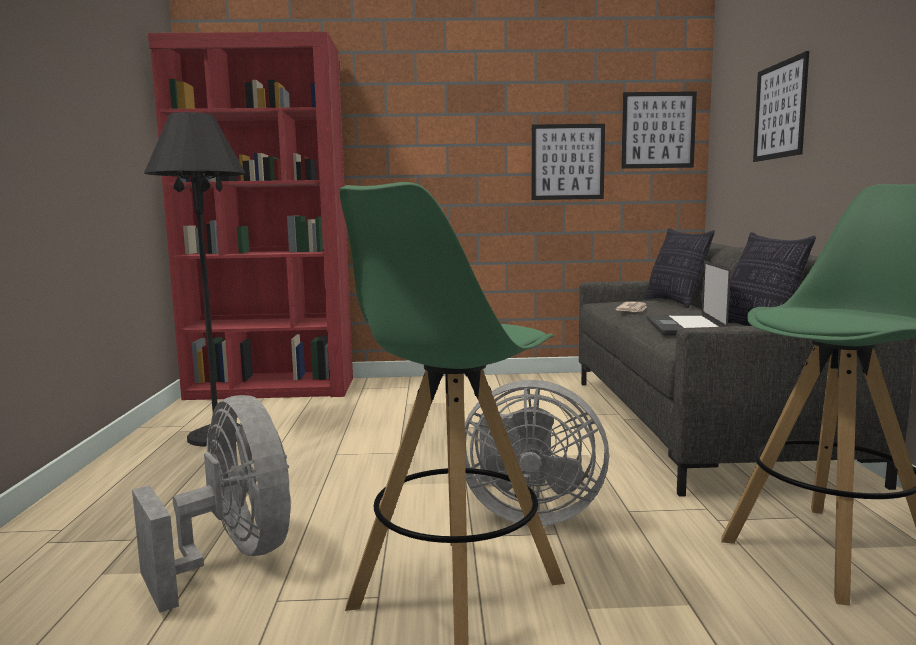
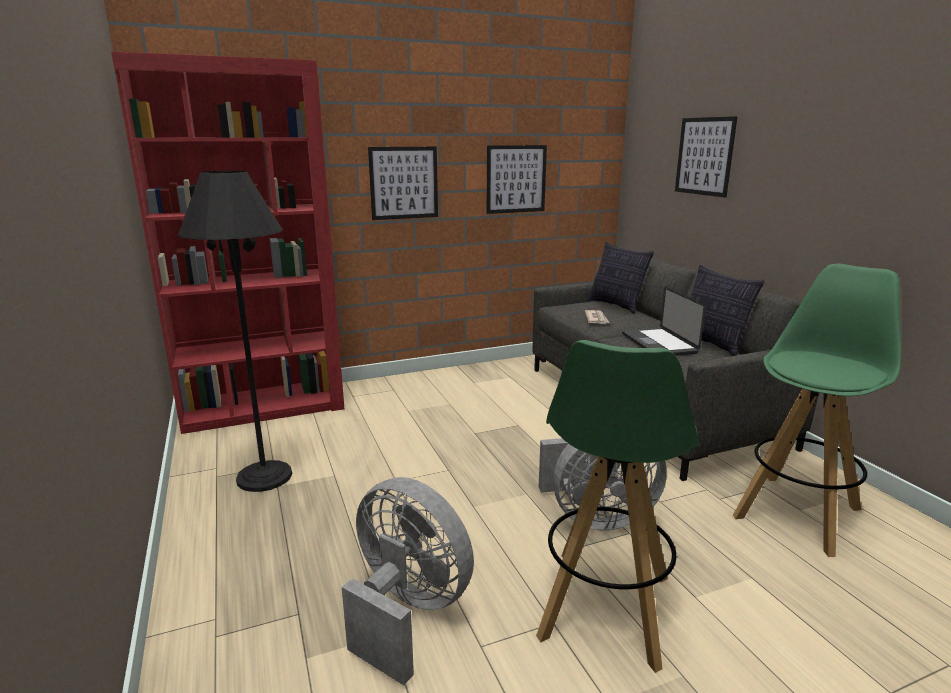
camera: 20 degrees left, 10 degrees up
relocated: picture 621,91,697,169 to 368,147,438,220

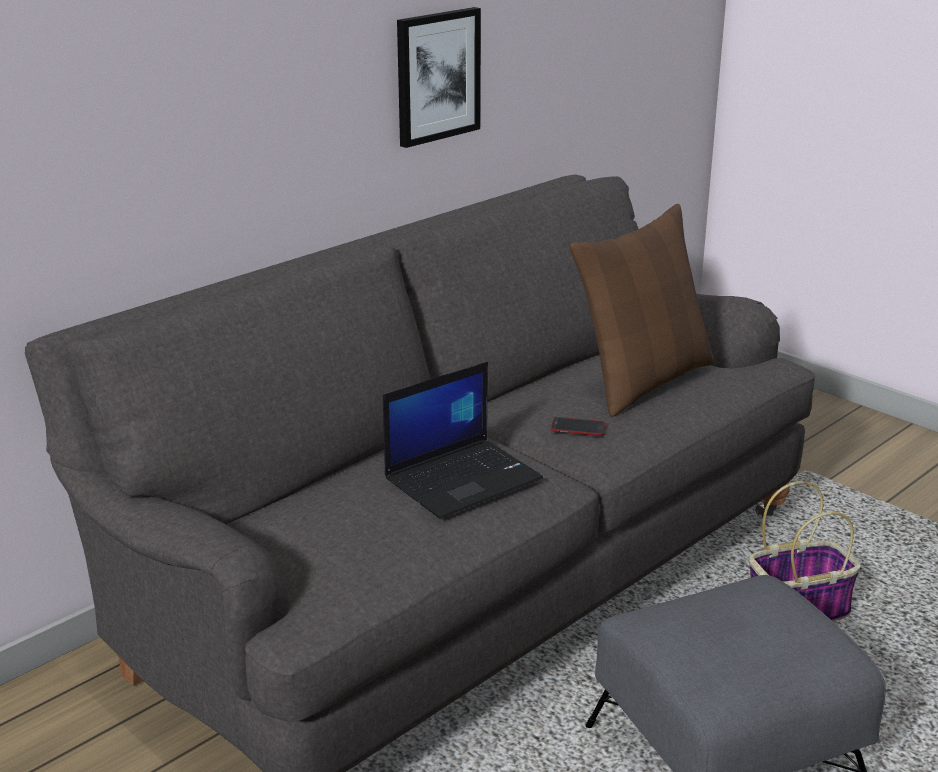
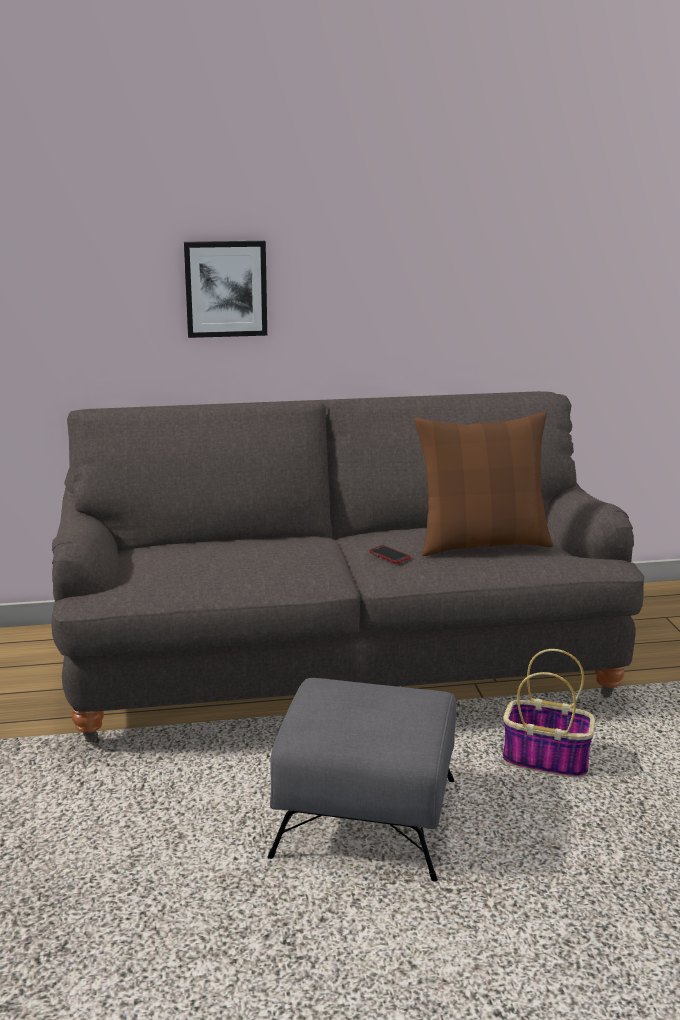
camera: 35 degrees right, 5 degrees down
missing: laptop 383,362,543,519
relocated: picture 397,7,481,148 to 184,241,267,338

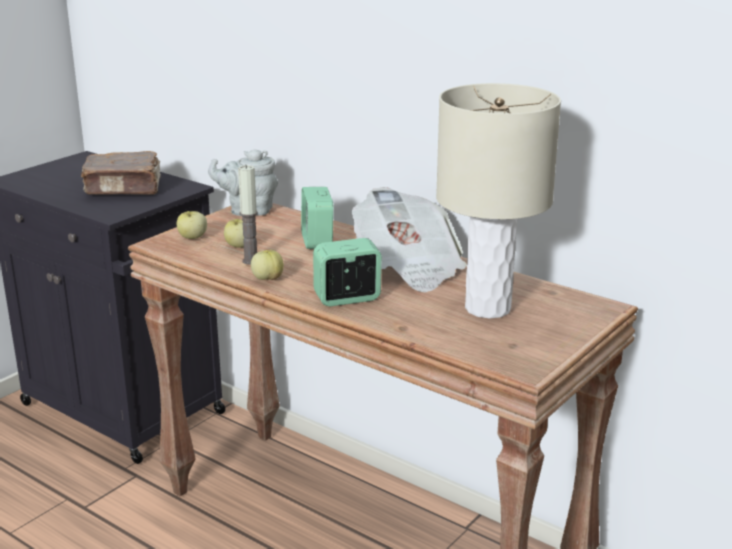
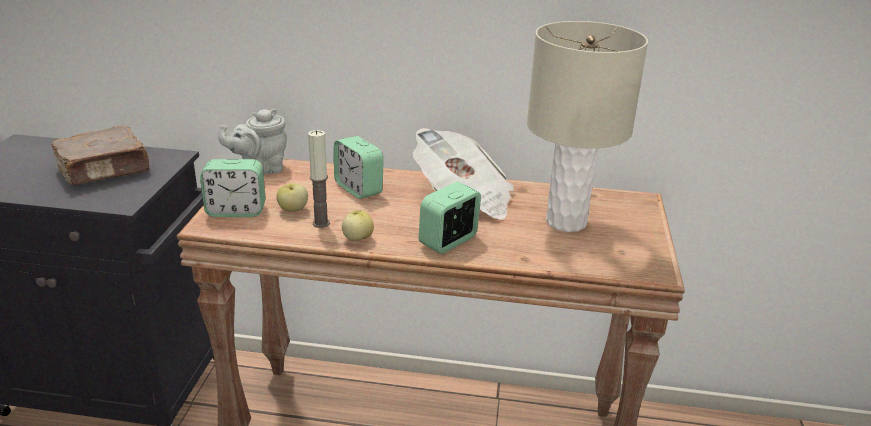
camera: 30 degrees left, 5 degrees up
exchanged: apple 177,211,207,239 to alarm clock 200,159,266,217

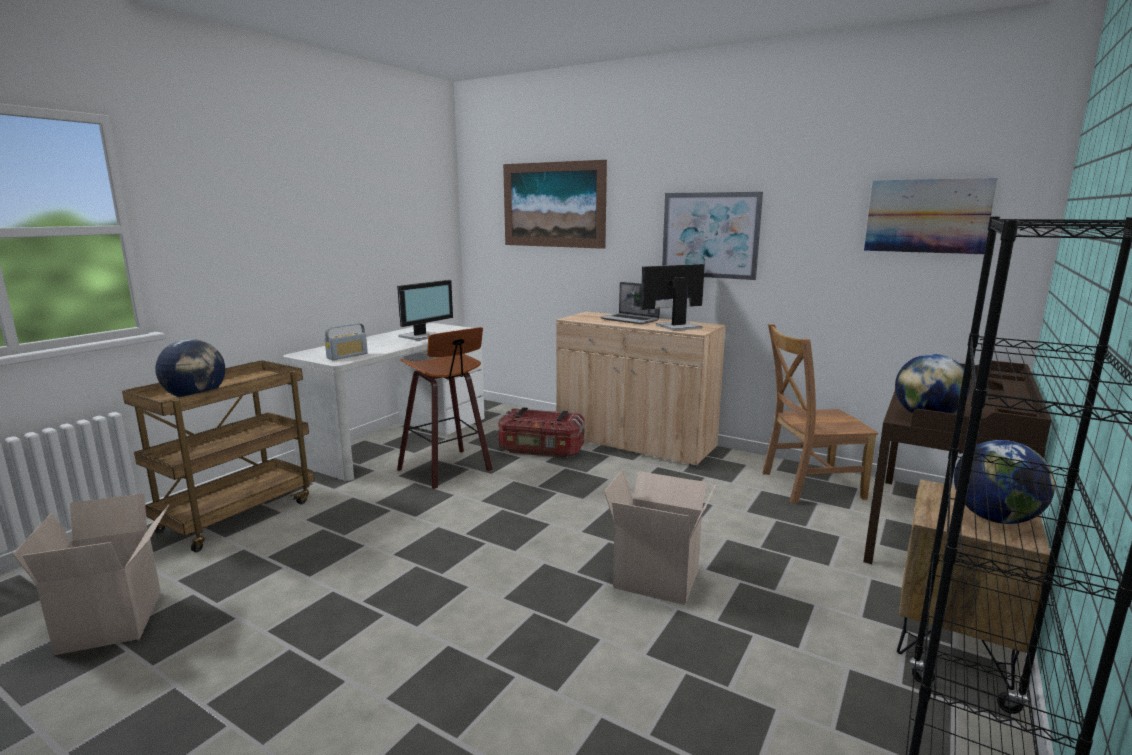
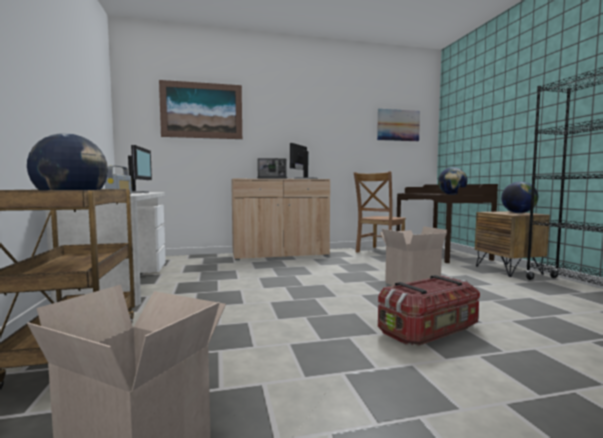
camera: 45 degrees left, 10 degrees down
missing: picture 662,192,763,280; stool 397,327,492,489
relocated: storage box 498,407,584,458 to 378,275,480,346

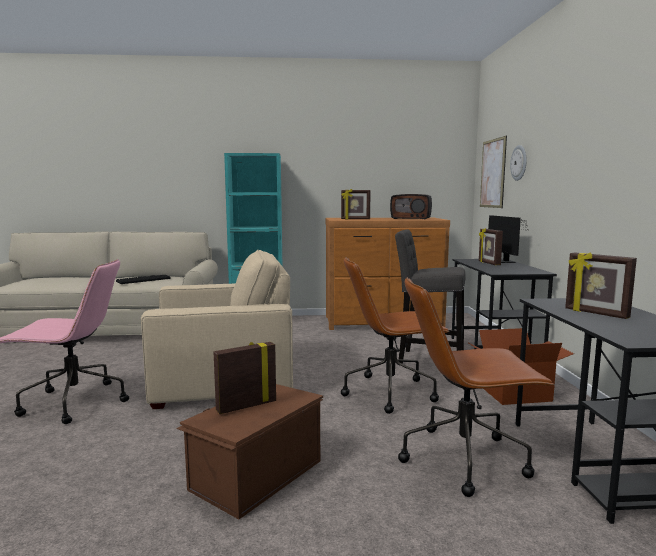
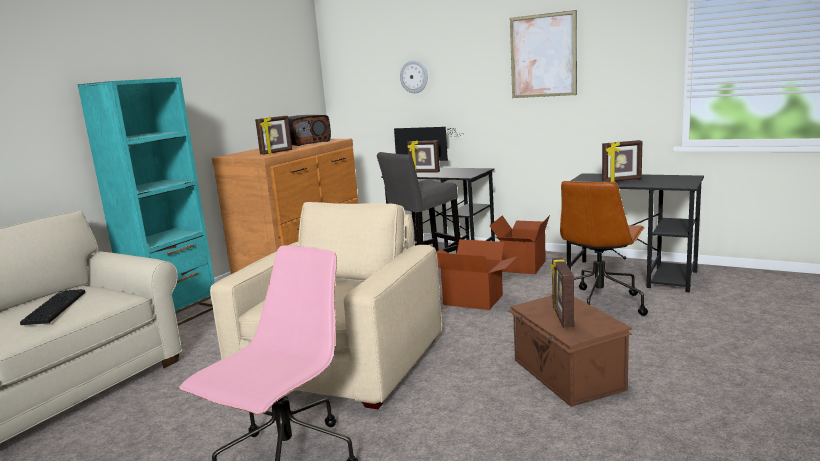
camera: 55 degrees left, 5 degrees up
relocated: picture 480,136,507,208 to 510,10,577,98
exchanged: brown office chair 341,257,450,414 to cardboard box 436,239,518,310

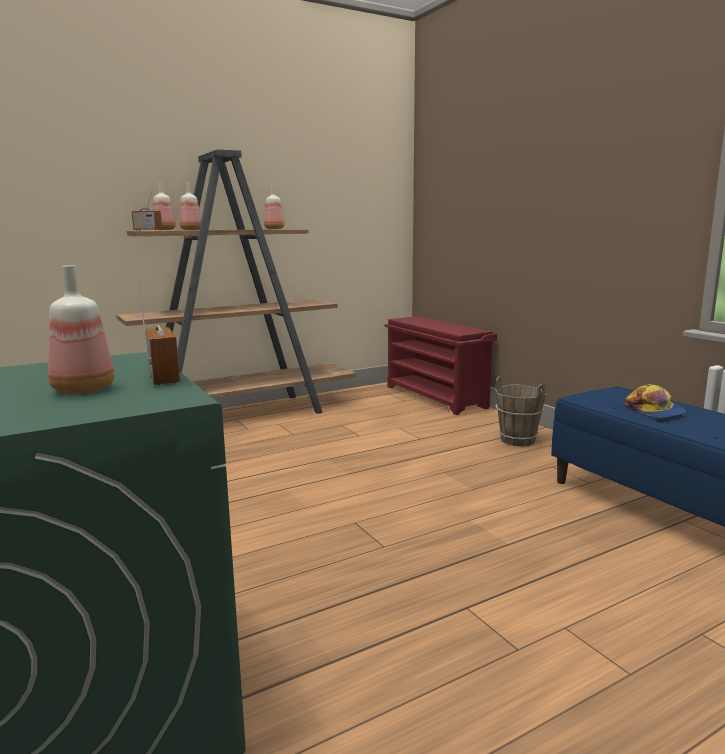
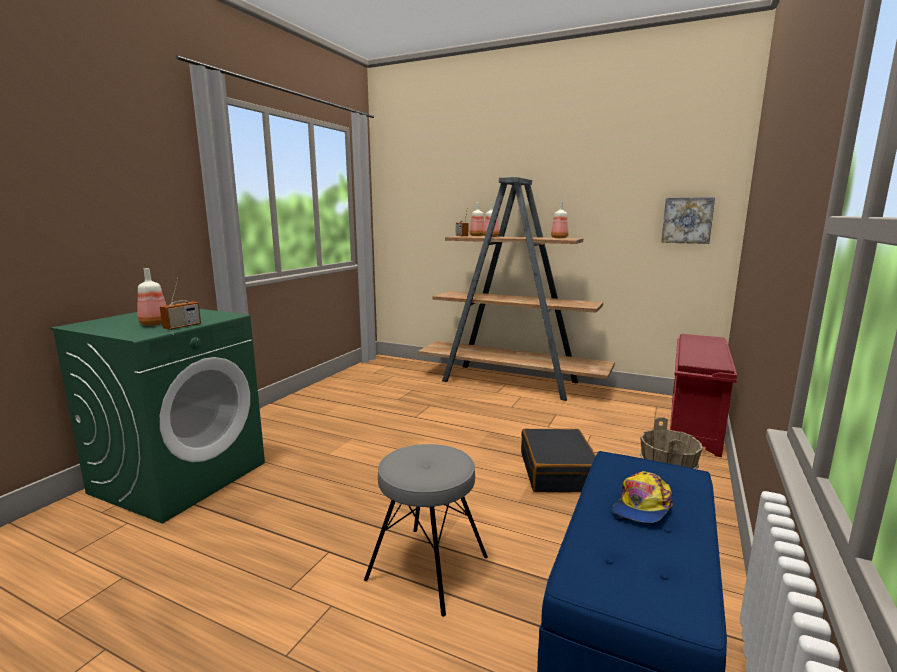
camera: 55 degrees right, 0 degrees up
appeared: picture 661,197,715,244; black suitcase 521,429,596,492; grey stool 364,444,488,617

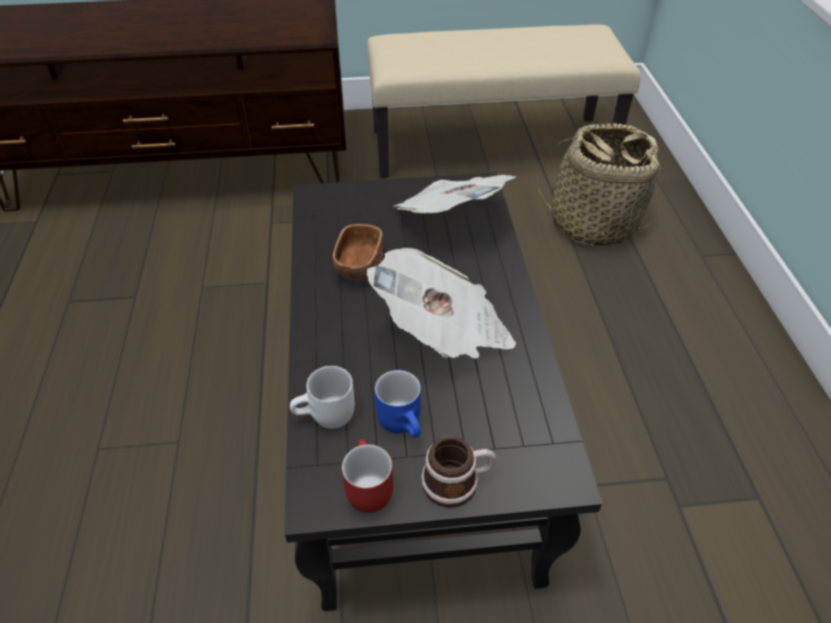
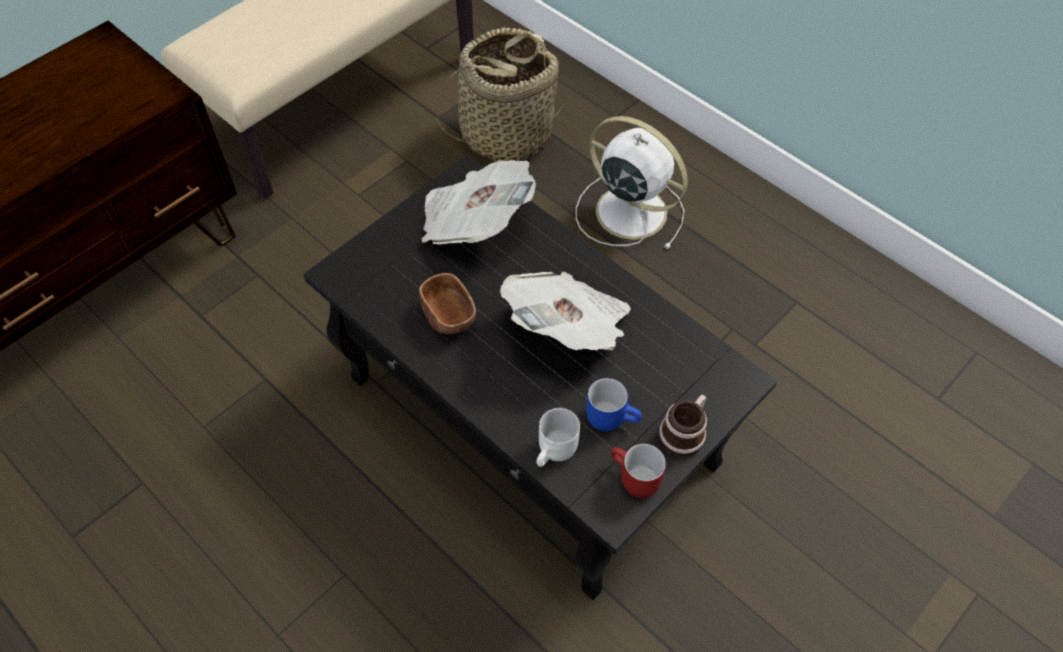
camera: 40 degrees left, 10 degrees up
appeared: white fan 576,116,688,249

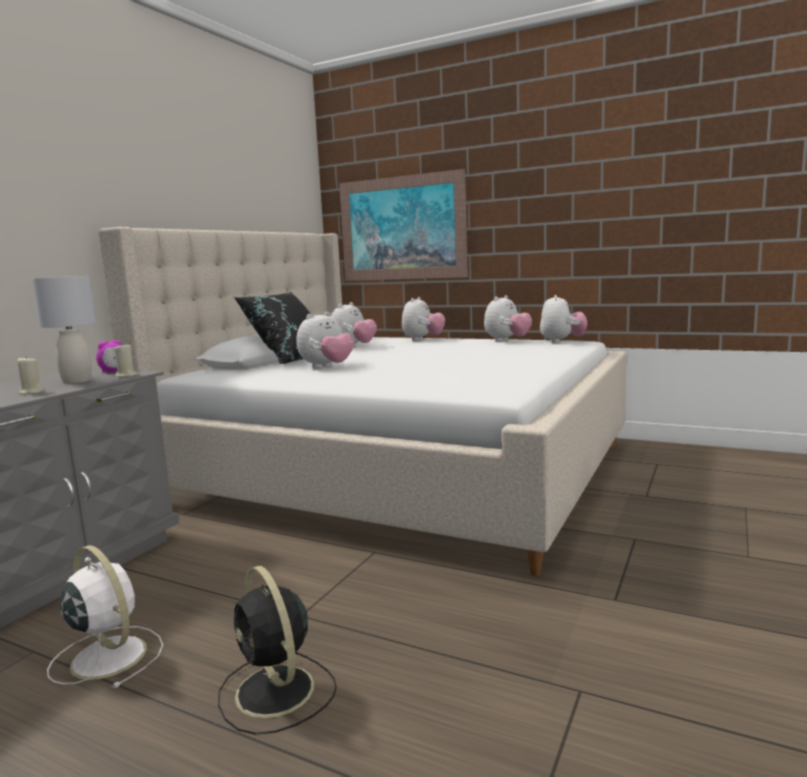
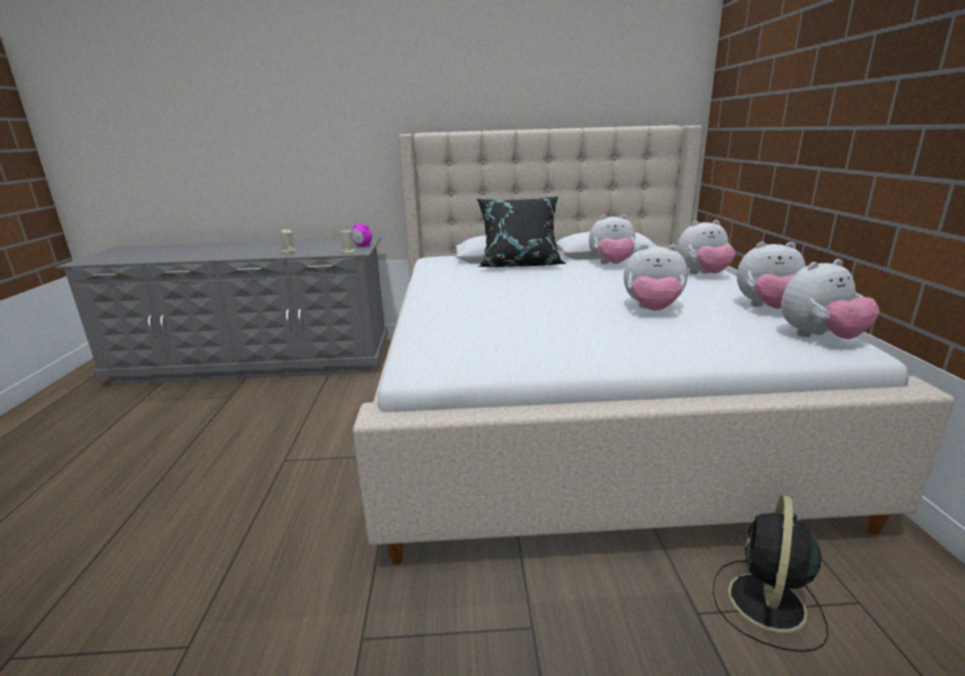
camera: 60 degrees right, 10 degrees up
missing: picture 339,169,468,281; grey table lamp 32,276,96,384; white fan 47,545,163,688
relocated: plush toy 296,312,354,368 to 624,244,688,311; black fan 218,566,337,735 to 712,495,829,652

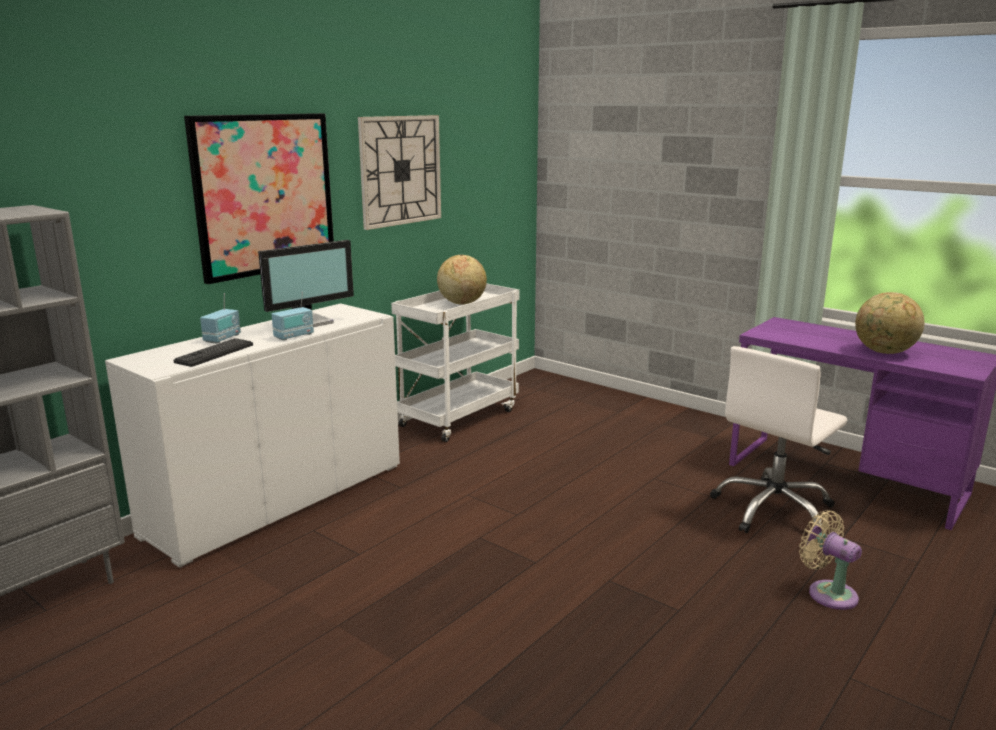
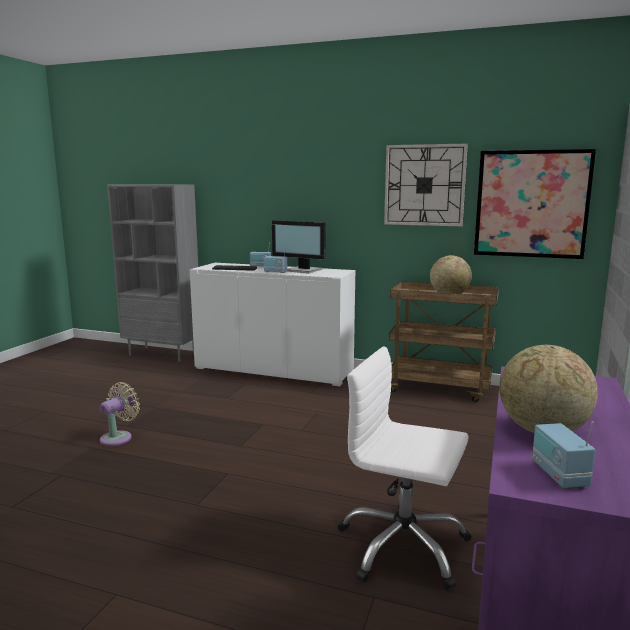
camera: 70 degrees right, 5 degrees down
appeared: radio 532,421,596,489
relocated: picture 184,113,334,284 to 474,149,596,259; beige fan 799,510,862,610 to 100,382,140,446
colour: white cart 391,283,520,442 to brown cart 389,281,499,402

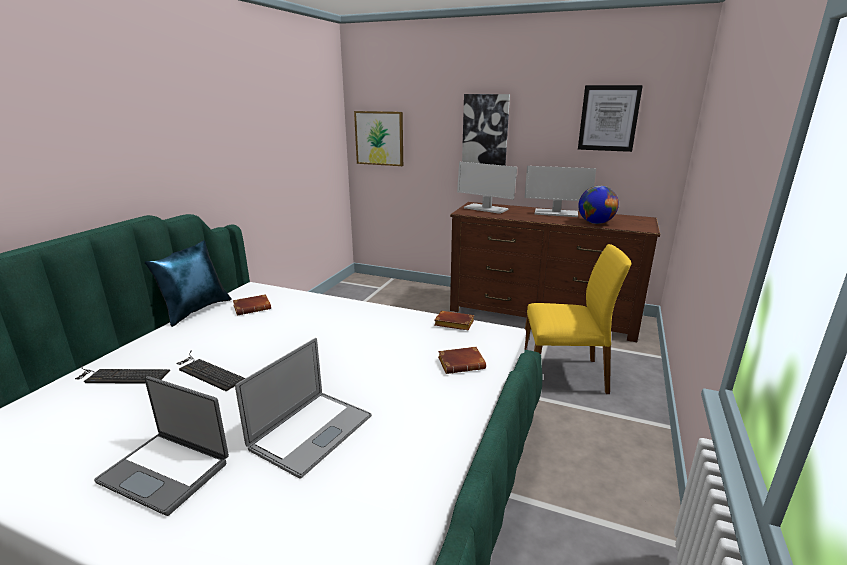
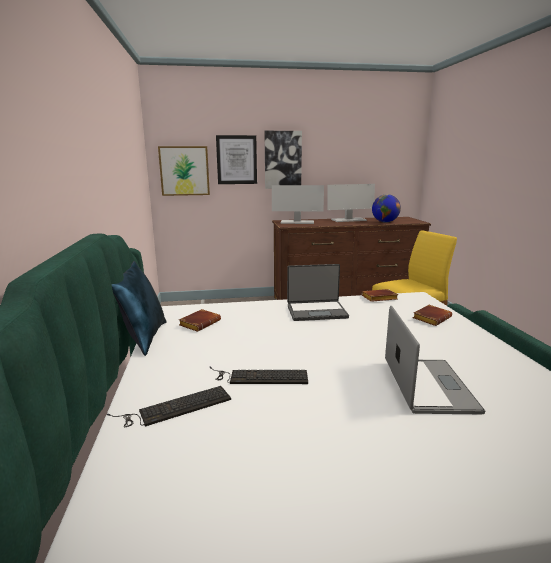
camera: 30 degrees left, 5 degrees down
relocated: picture 578,85,643,152 to 216,135,257,184; laptop 94,376,229,516 to 287,264,349,321

